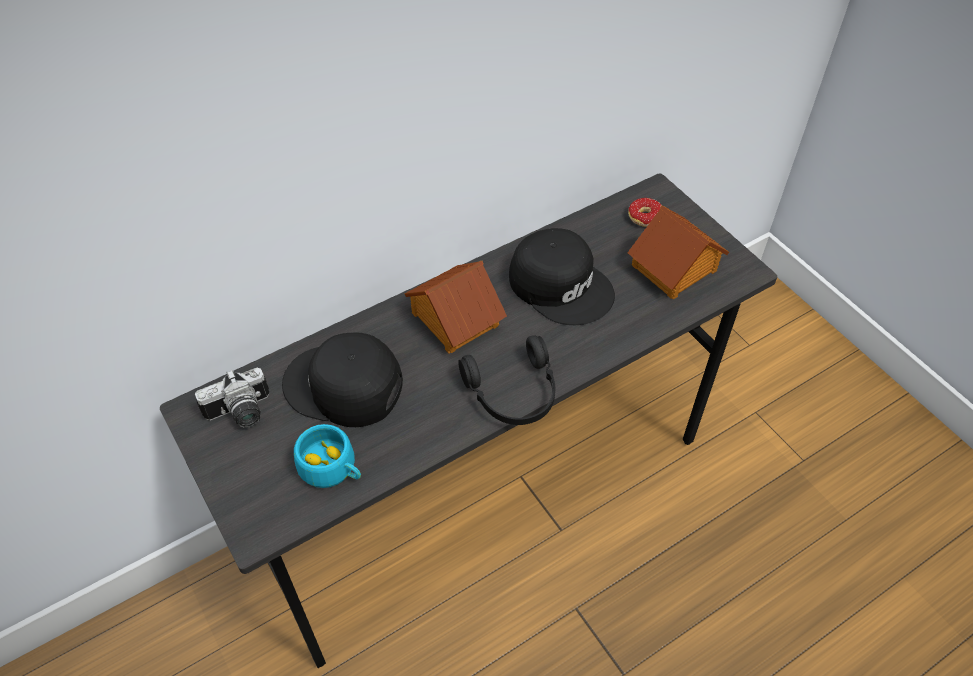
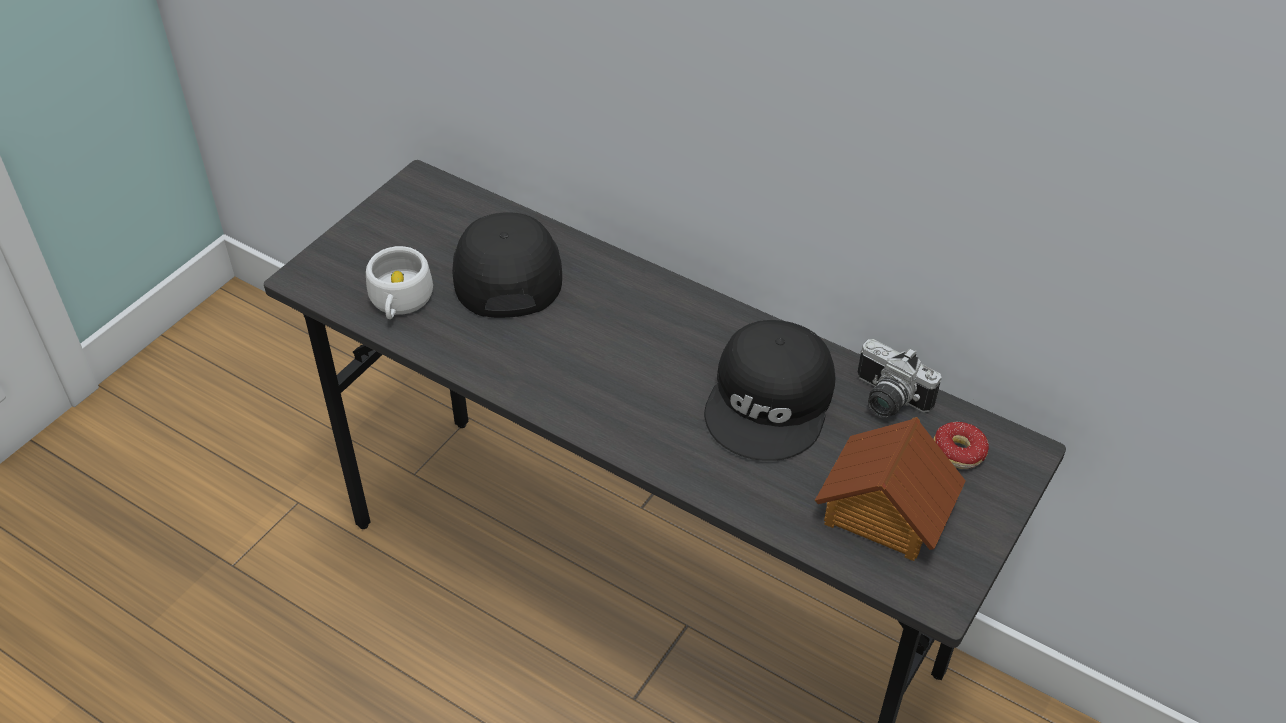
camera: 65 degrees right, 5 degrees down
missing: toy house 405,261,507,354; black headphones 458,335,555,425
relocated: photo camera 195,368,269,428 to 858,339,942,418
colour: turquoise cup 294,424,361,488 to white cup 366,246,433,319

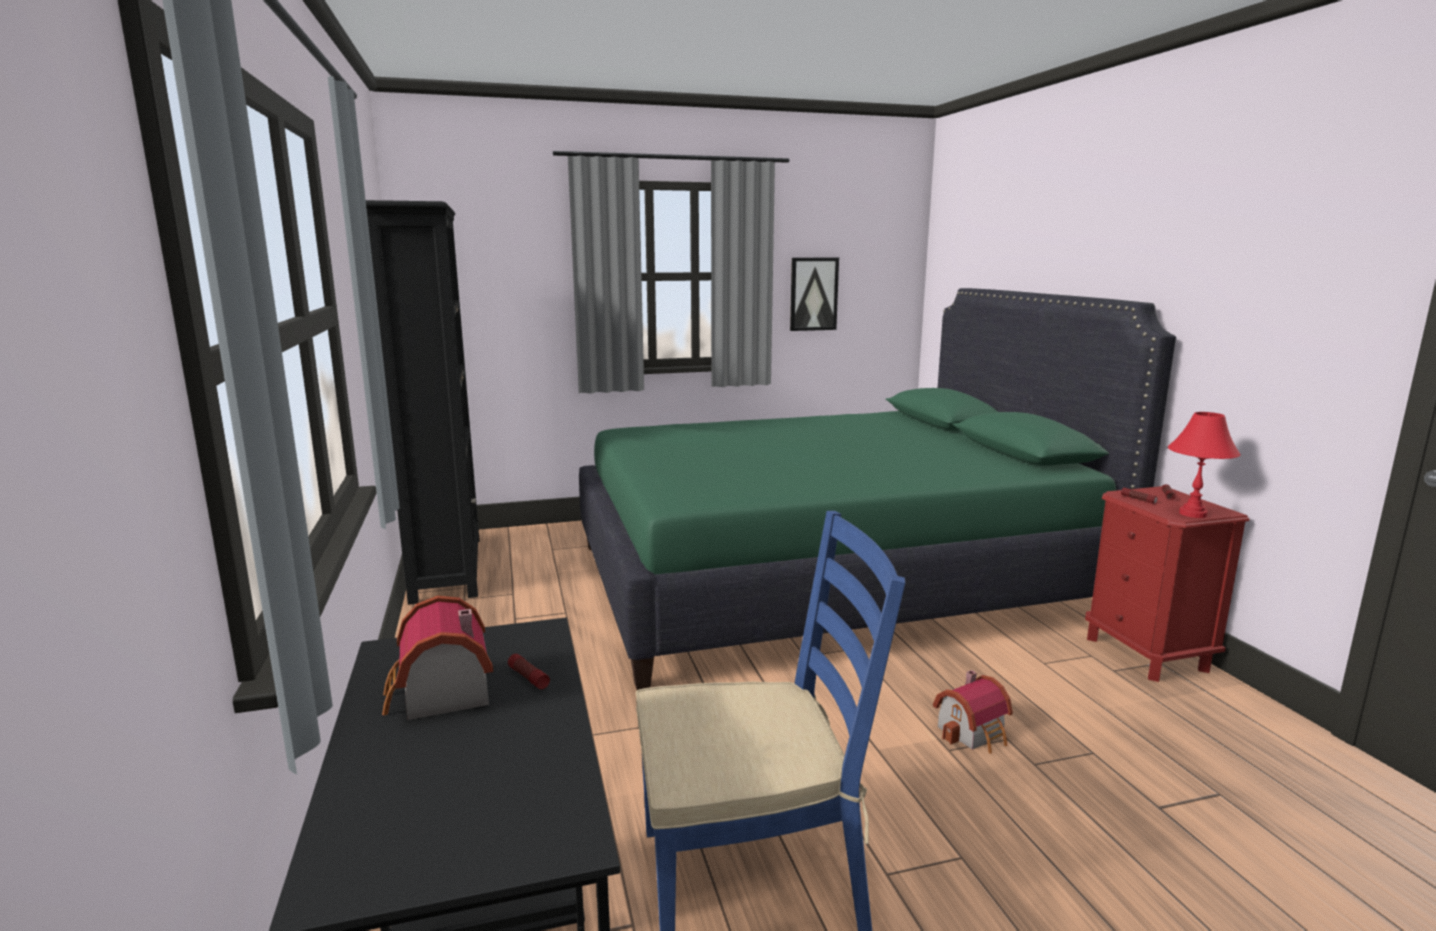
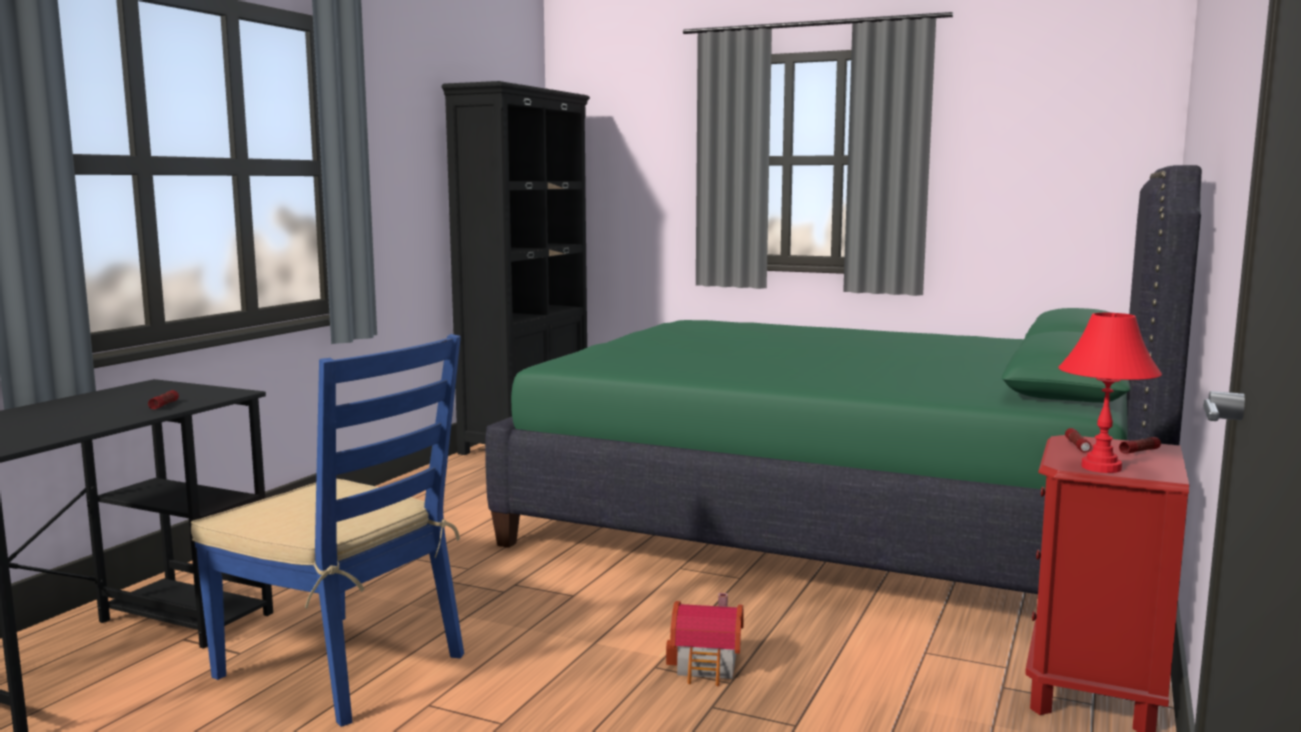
camera: 40 degrees right, 5 degrees down
missing: picture 790,258,839,331; toy house 382,596,493,720

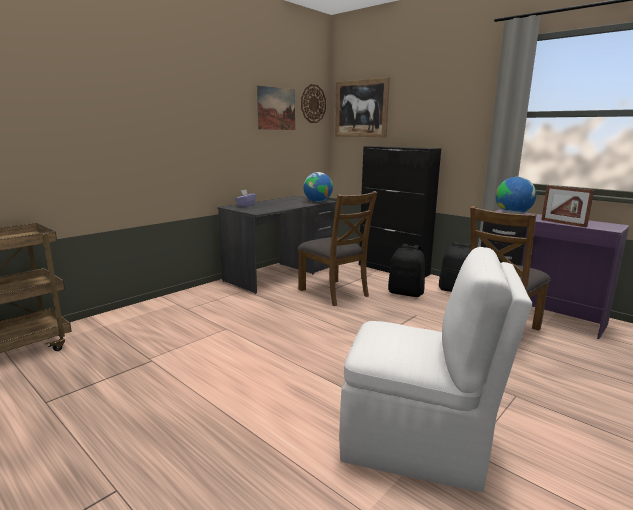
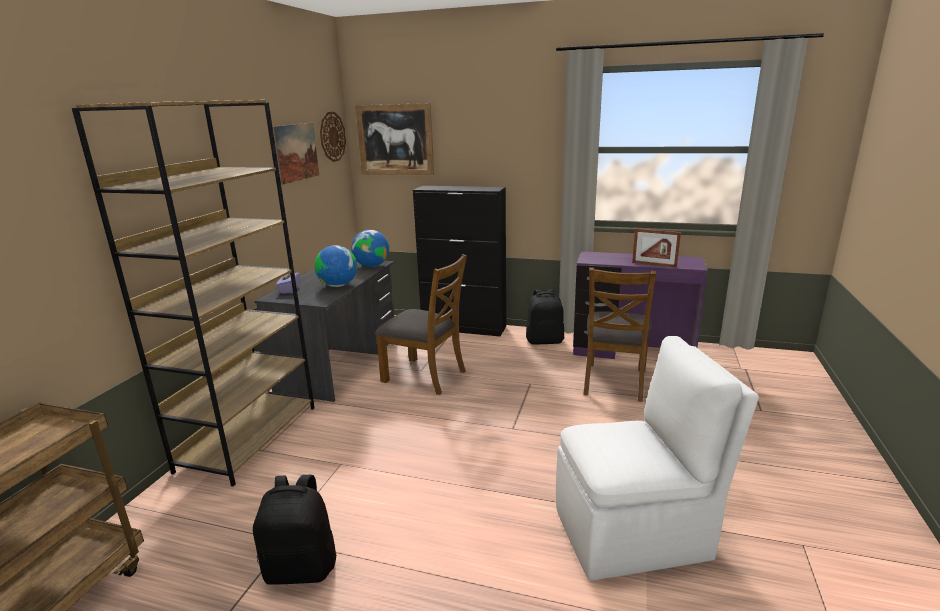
camera: 25 degrees left, 5 degrees up
appeared: brown bookcase 72,100,315,486
relocated: globe 495,177,537,214 to 314,245,357,287; black backpack 388,244,425,297 to 253,475,336,585

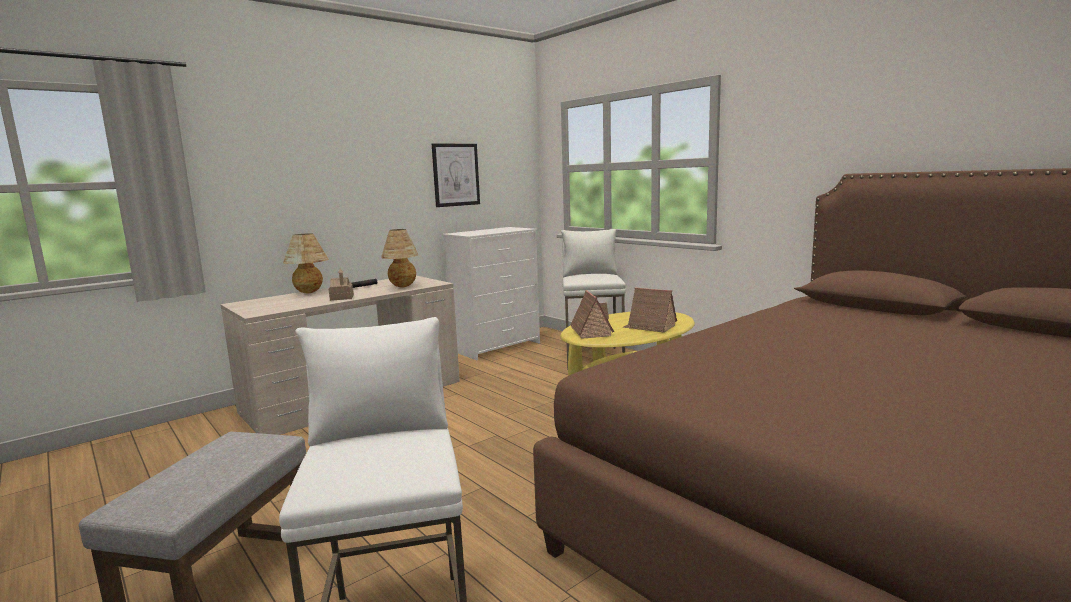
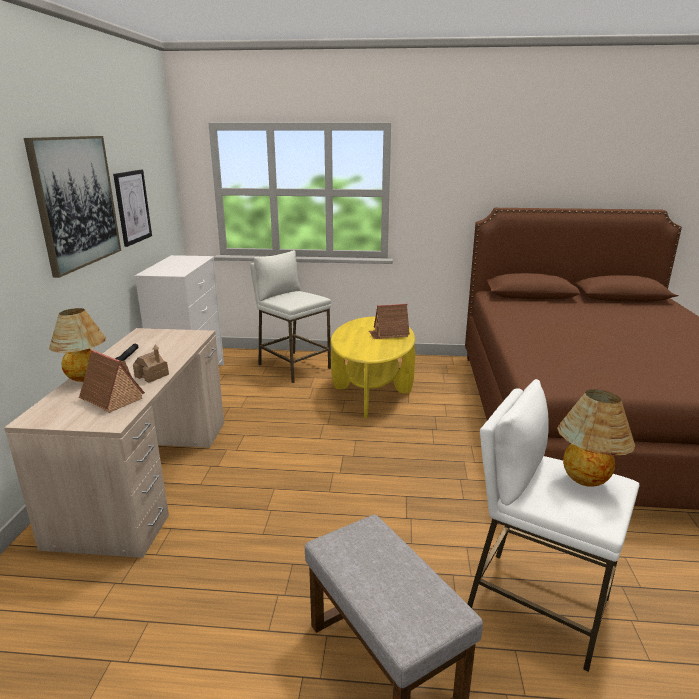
camera: 45 degrees left, 10 degrees up
appeared: picture 24,136,121,278
relocated: table lamp 381,229,418,288 to 557,389,635,487; toy house 570,290,614,339 to 78,350,145,413

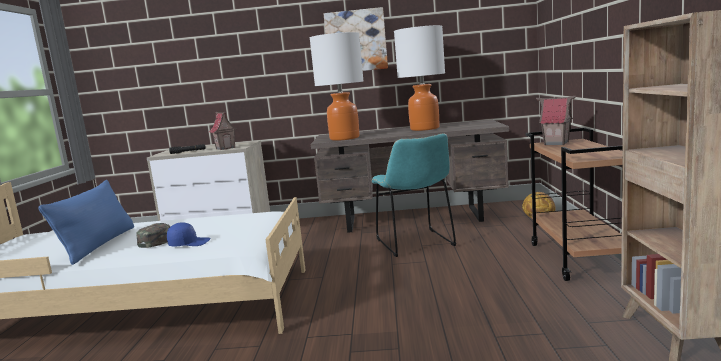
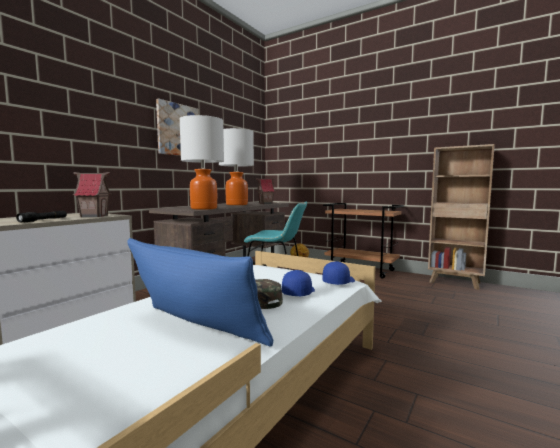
camera: 60 degrees left, 5 degrees down
appeared: blue cap 322,261,355,285
relocated: toy house 536,96,576,145 to 256,178,275,204

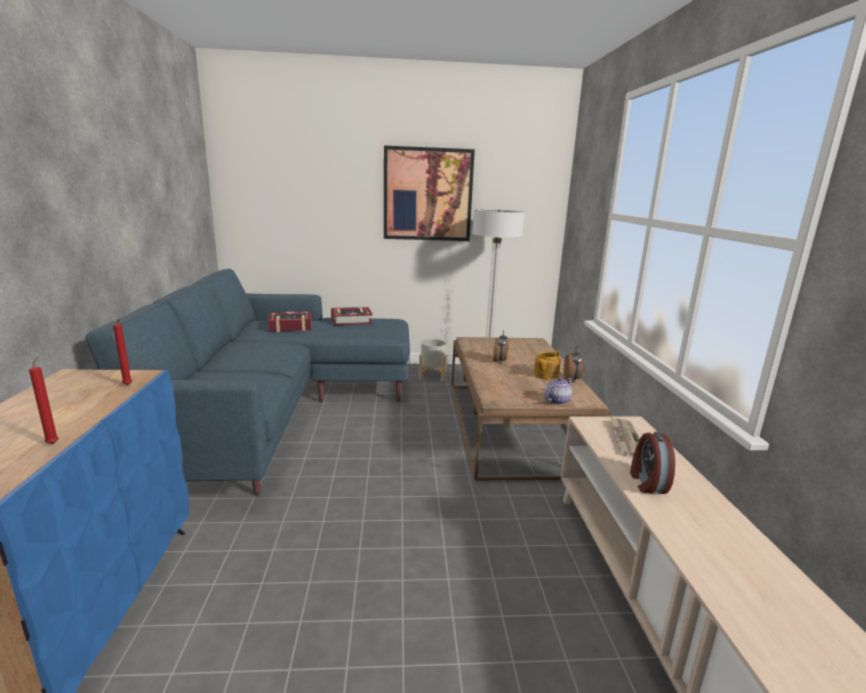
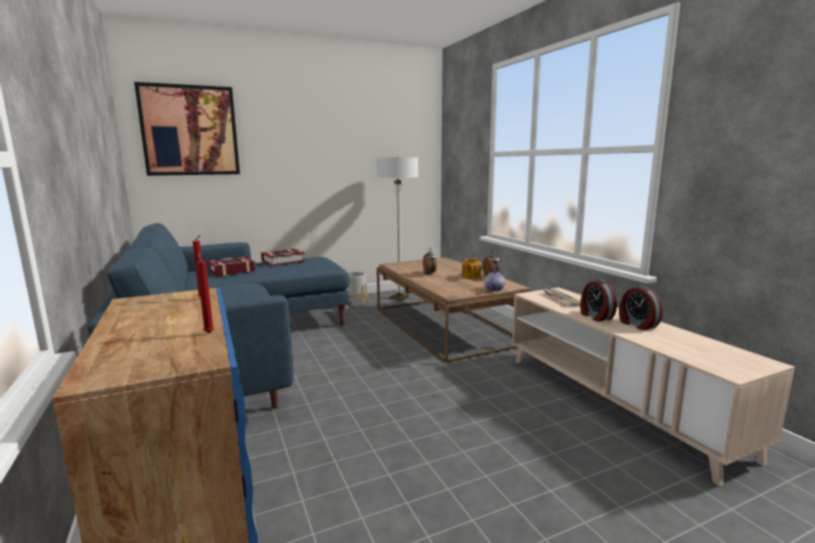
camera: 20 degrees left, 5 degrees down
appeared: alarm clock 619,285,663,330
relocated: picture 384,146,475,241 to 134,82,240,176

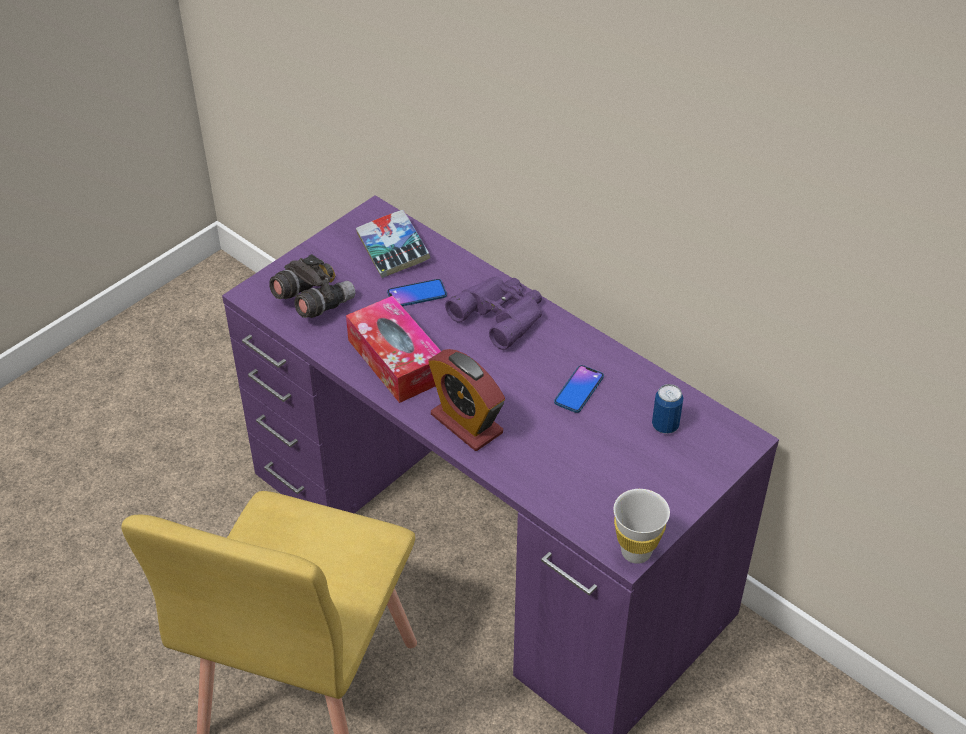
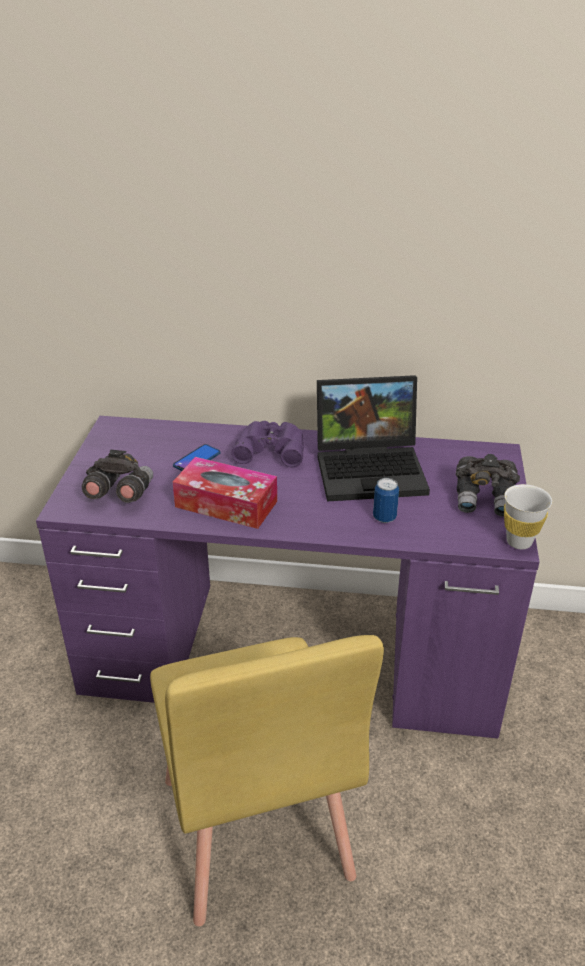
camera: 35 degrees left, 10 degrees down
missing: book 356,210,431,278; alarm clock 428,349,505,451
appeared: grey binoculars 456,454,520,517
relocated: can 652,384,683,434 to 373,478,399,523
exchanged: phone 554,365,604,413 to laptop 317,375,430,502

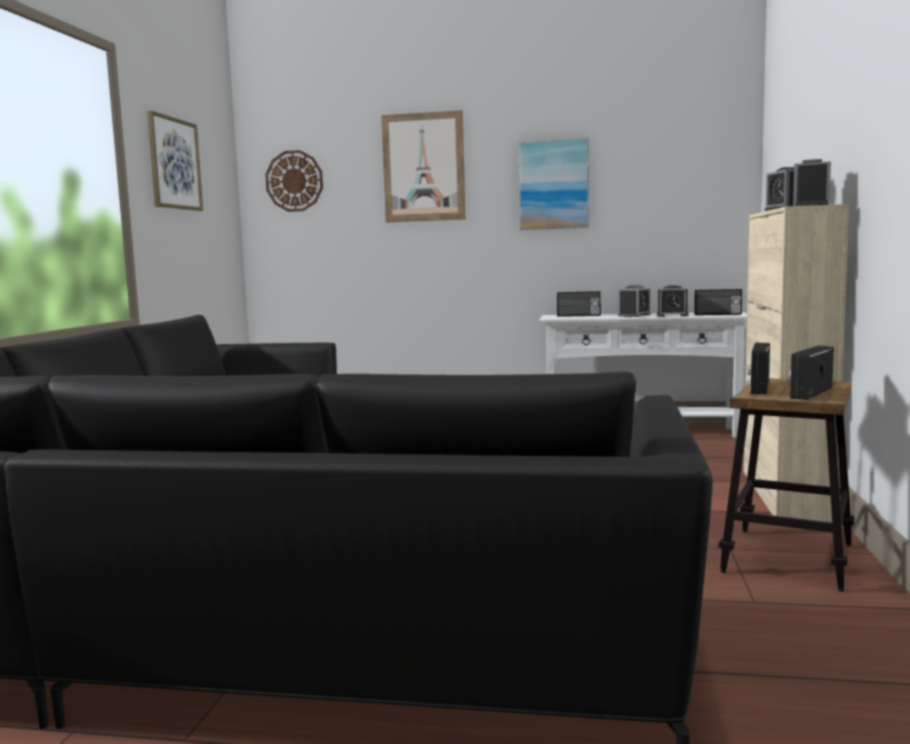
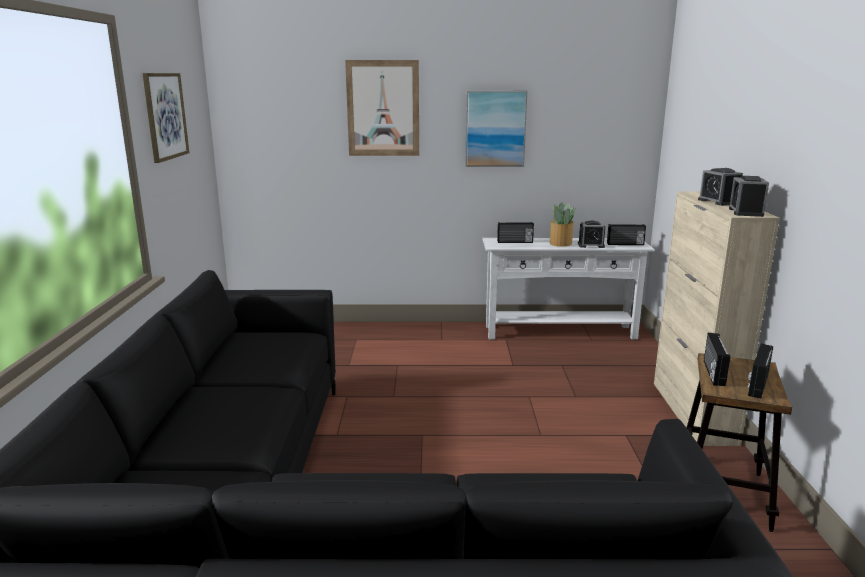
camera: 10 degrees left, 10 degrees up
missing: wall clock 265,150,323,212
exchanged: alarm clock 618,286,651,317 to potted plant 550,202,576,247

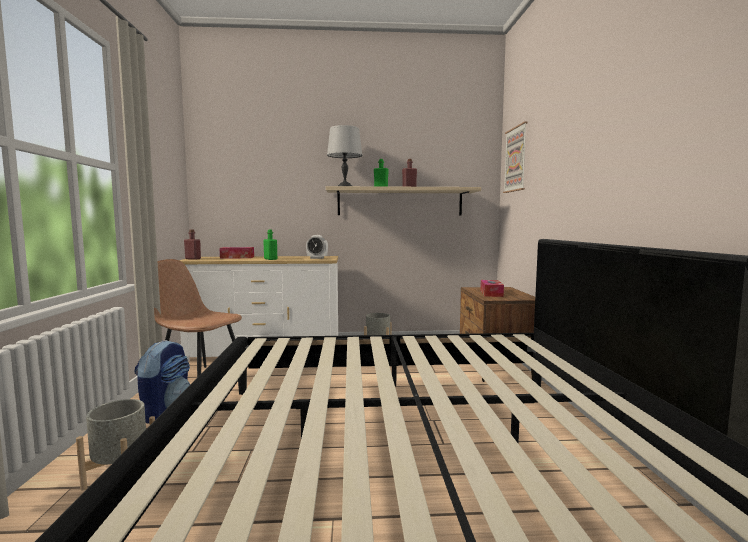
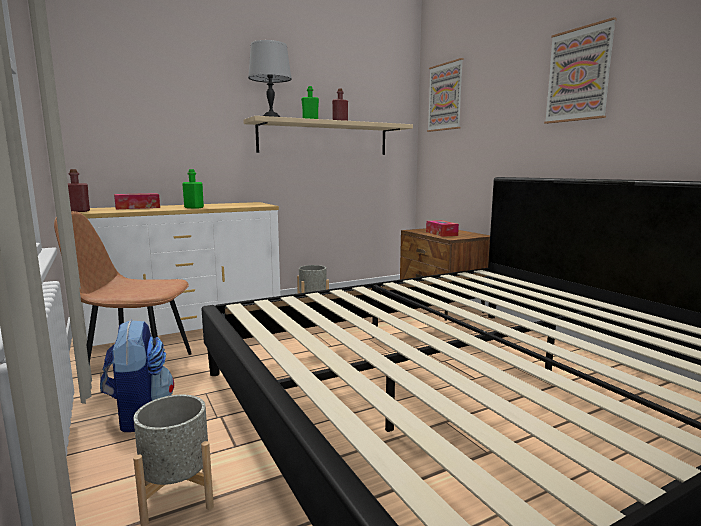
camera: 25 degrees left, 5 degrees up
missing: alarm clock 306,235,328,259
appeared: picture 544,17,617,124

